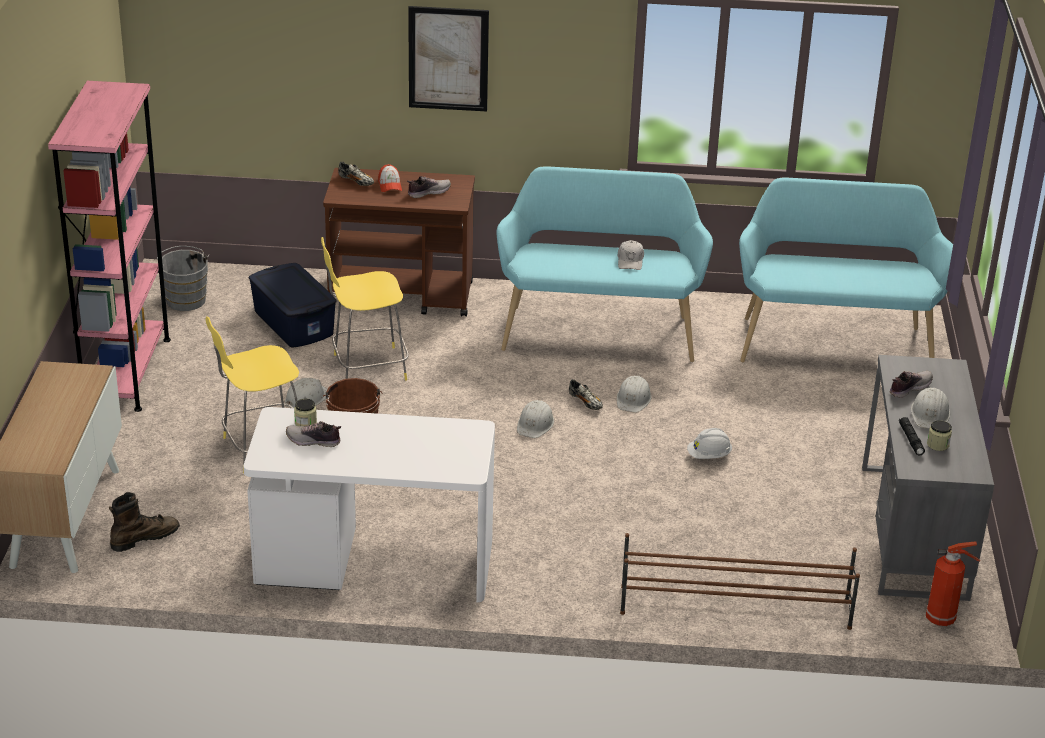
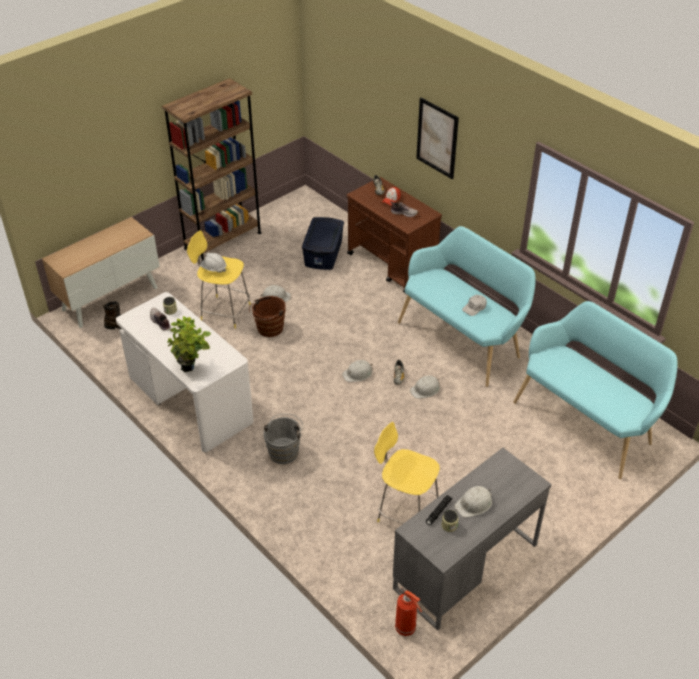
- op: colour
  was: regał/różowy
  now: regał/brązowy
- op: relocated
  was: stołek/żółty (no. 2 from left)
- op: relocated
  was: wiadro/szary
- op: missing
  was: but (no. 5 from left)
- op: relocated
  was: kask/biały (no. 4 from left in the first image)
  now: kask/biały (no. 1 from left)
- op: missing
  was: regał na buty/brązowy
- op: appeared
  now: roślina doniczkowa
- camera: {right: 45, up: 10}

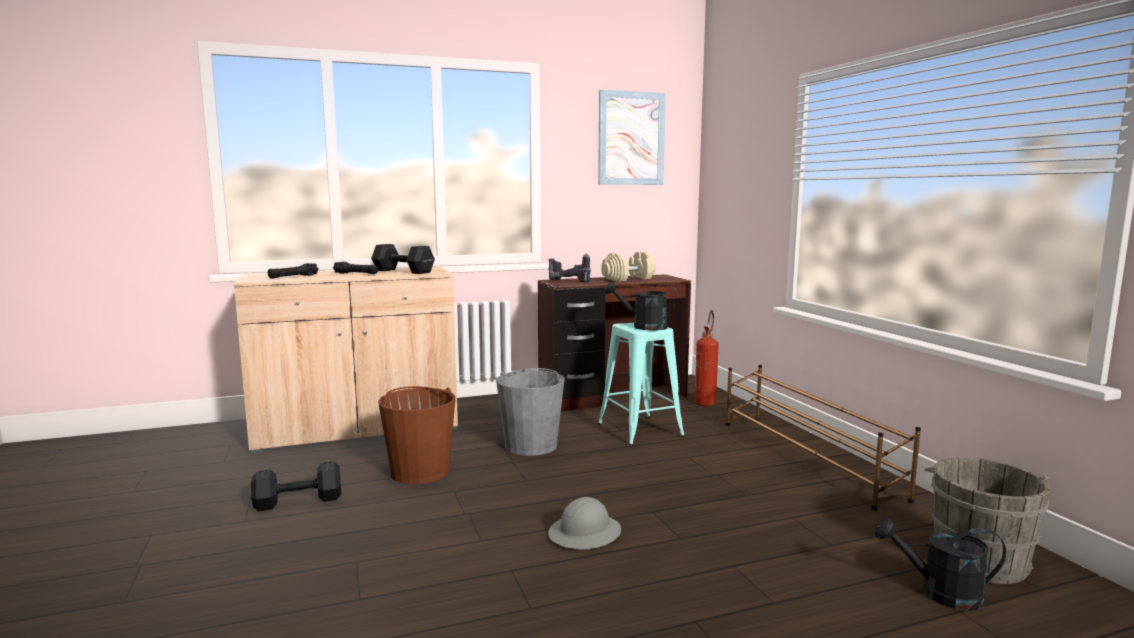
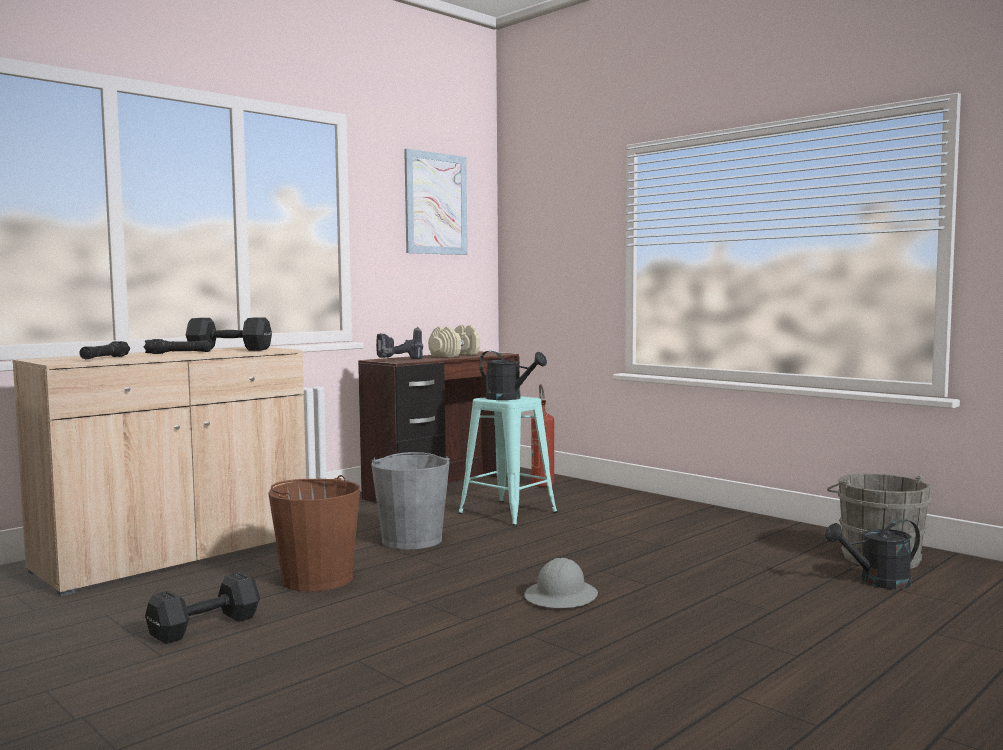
- op: spun
  was: konewka/czarny (no. 1 from left)
  clockwise: -135
- op: missing
  was: regał na buty/brązowy
- camera: {right: -25, up: -5}

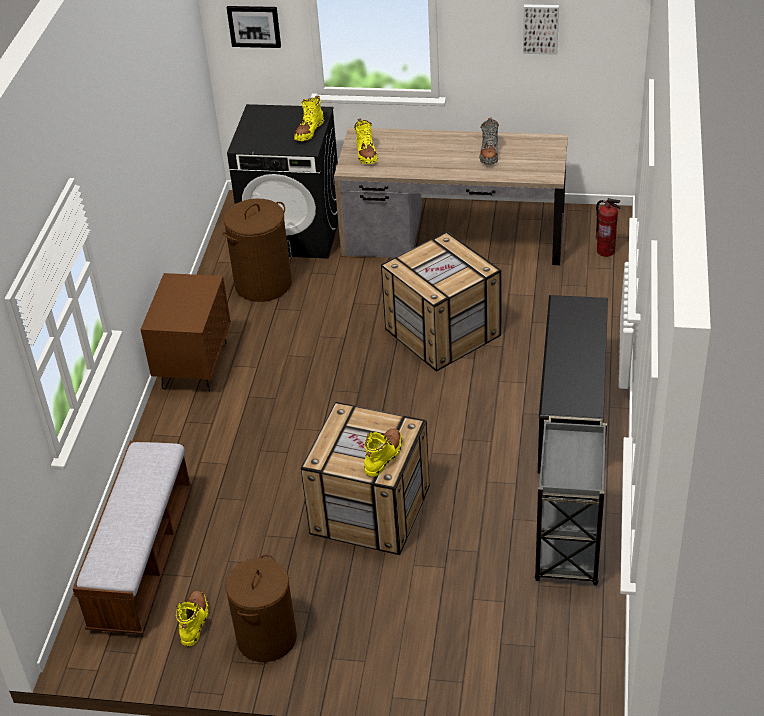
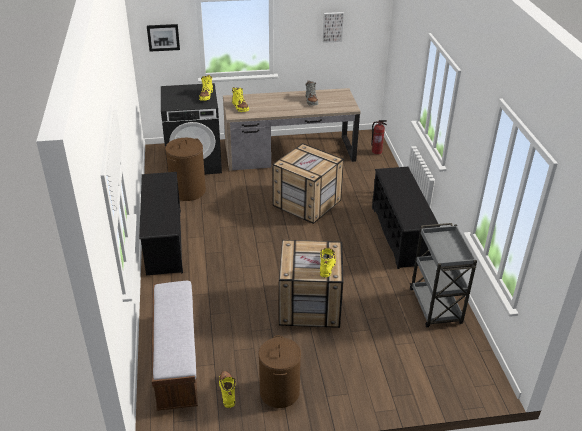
- op: exchanged
  was: szafka nocna/brązowy
  now: regał na buty/czarny (no. 1 from left)
- camera: {right: -20, up: -5}

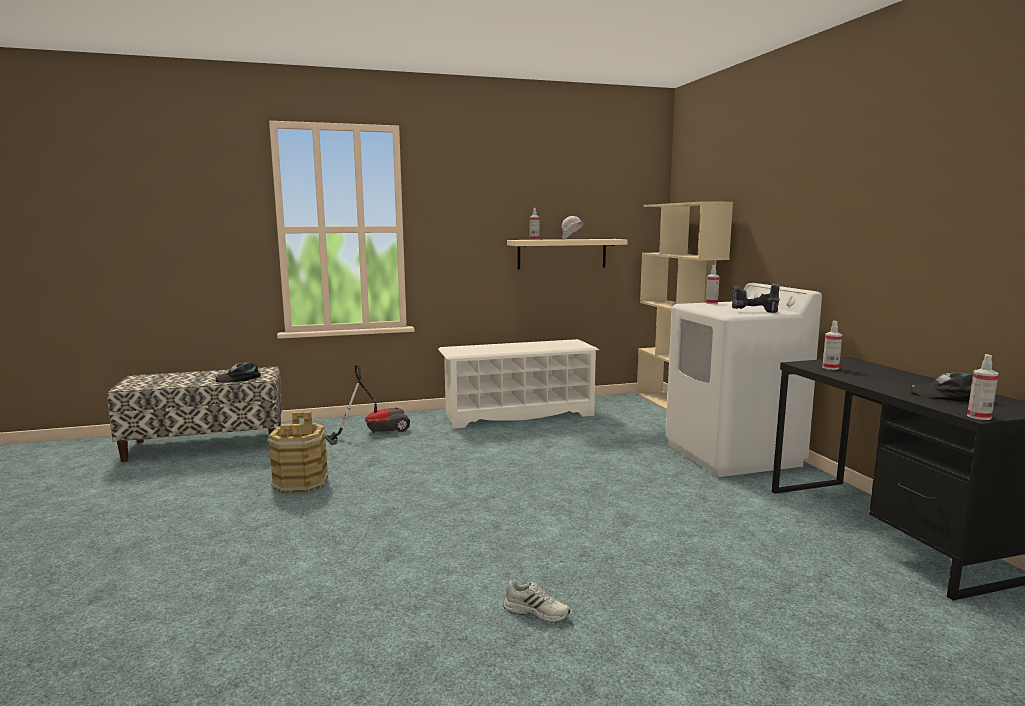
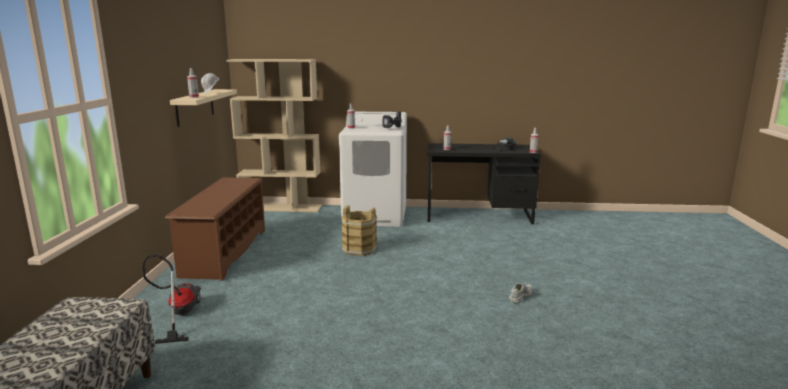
- op: colour
  was: regał na buty/biały
  now: regał na buty/brązowy
- op: missing
  was: czapka z daszkiem/czarny (no. 1 from left)
- op: relocated
  was: wiadro/brązowy
- camera: {right: -70, up: 5}

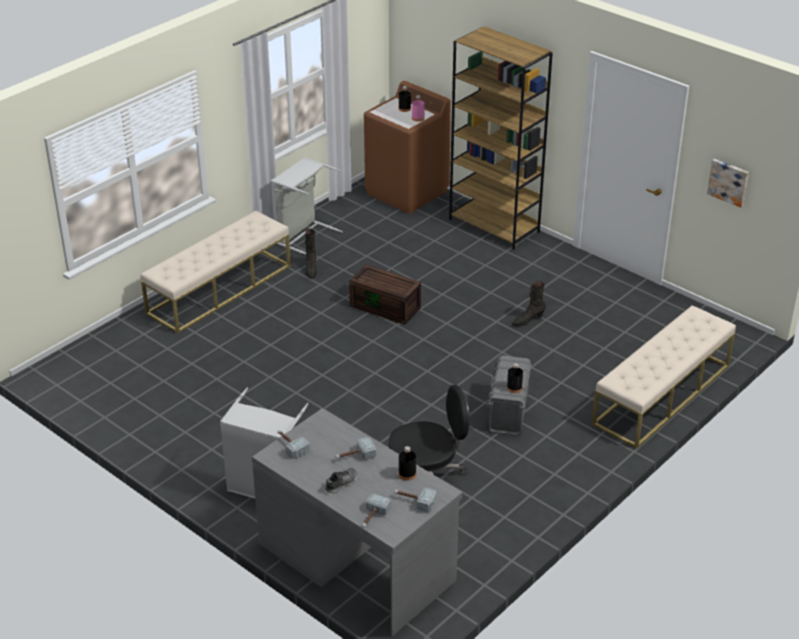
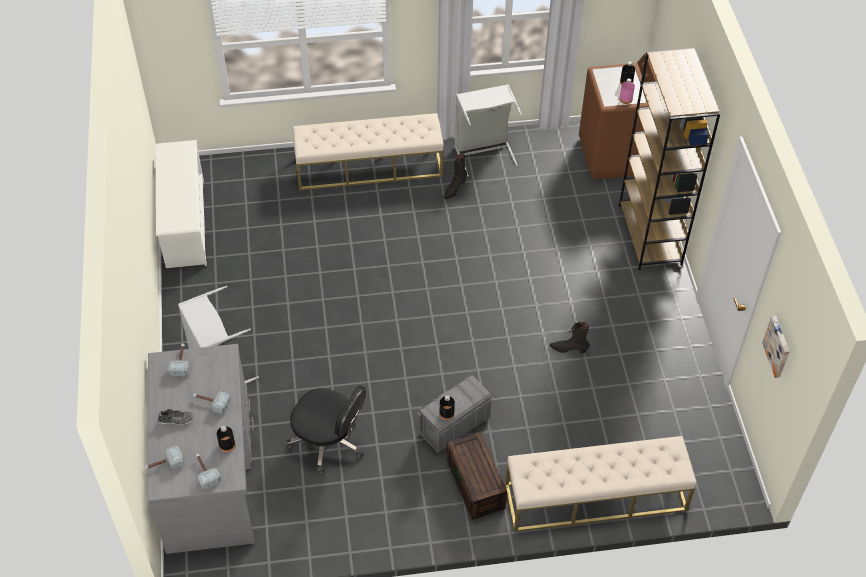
- op: relocated
  was: pojemnik do przechowywania/brązowy
- op: appeared
  now: regał na buty/biały
- camera: {right: 40, up: 15}

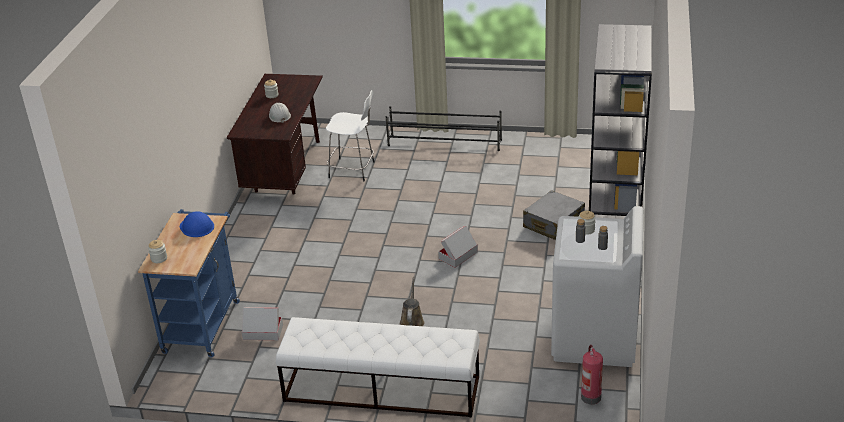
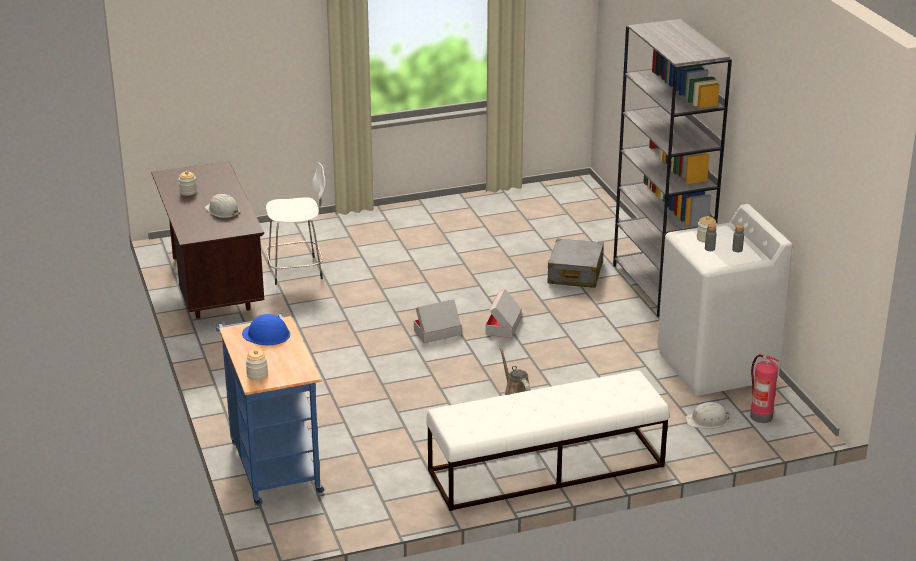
- op: missing
  was: regał na buty/czarny
- op: relocated
  was: karton (no. 1 from left)
- op: appeared
  now: kask/biały (no. 2 from left)
- camera: {right: -30, up: -5}

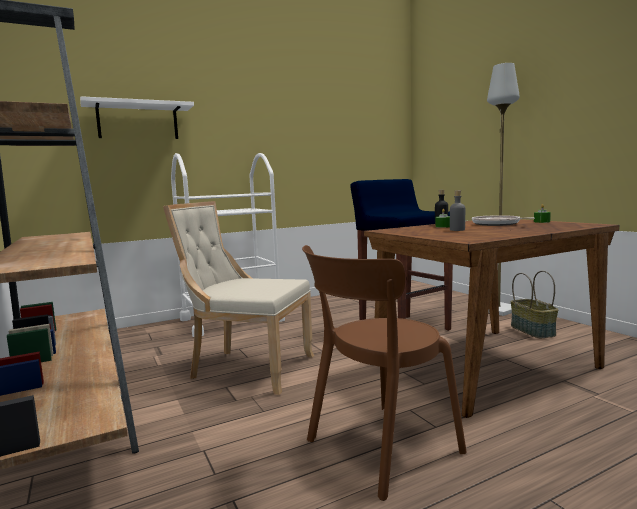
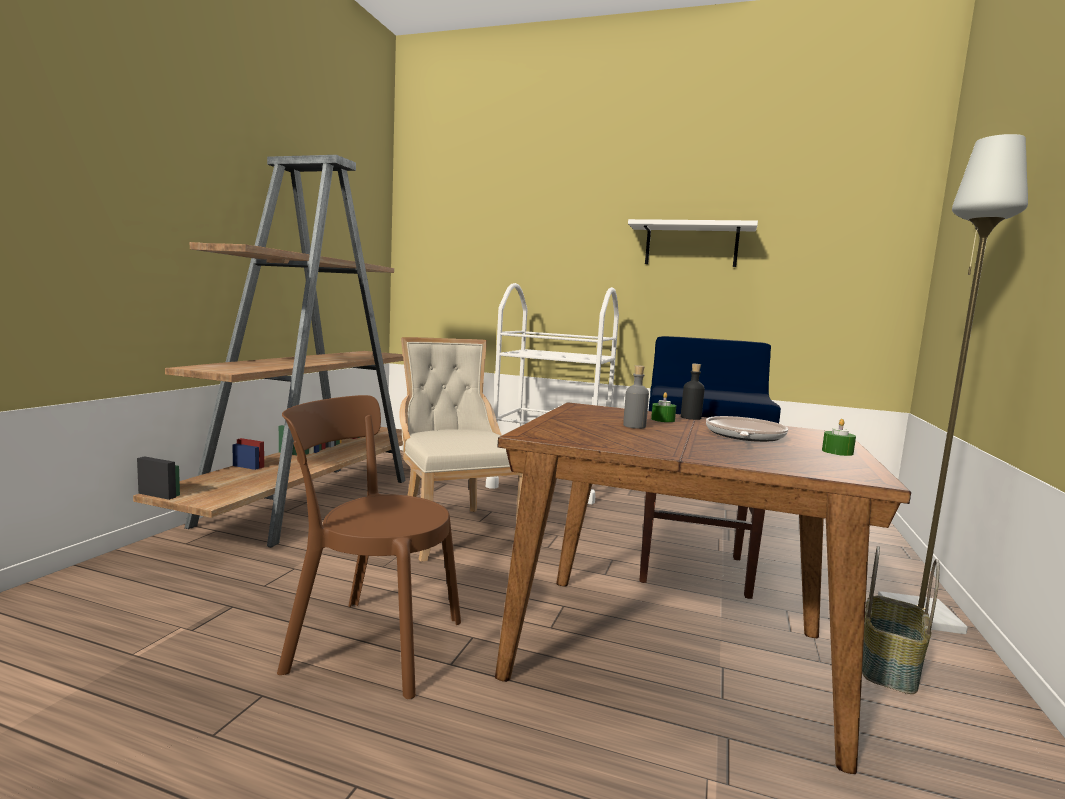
- op: relocated
  was: półka/biały
- camera: {right: 45, up: 0}

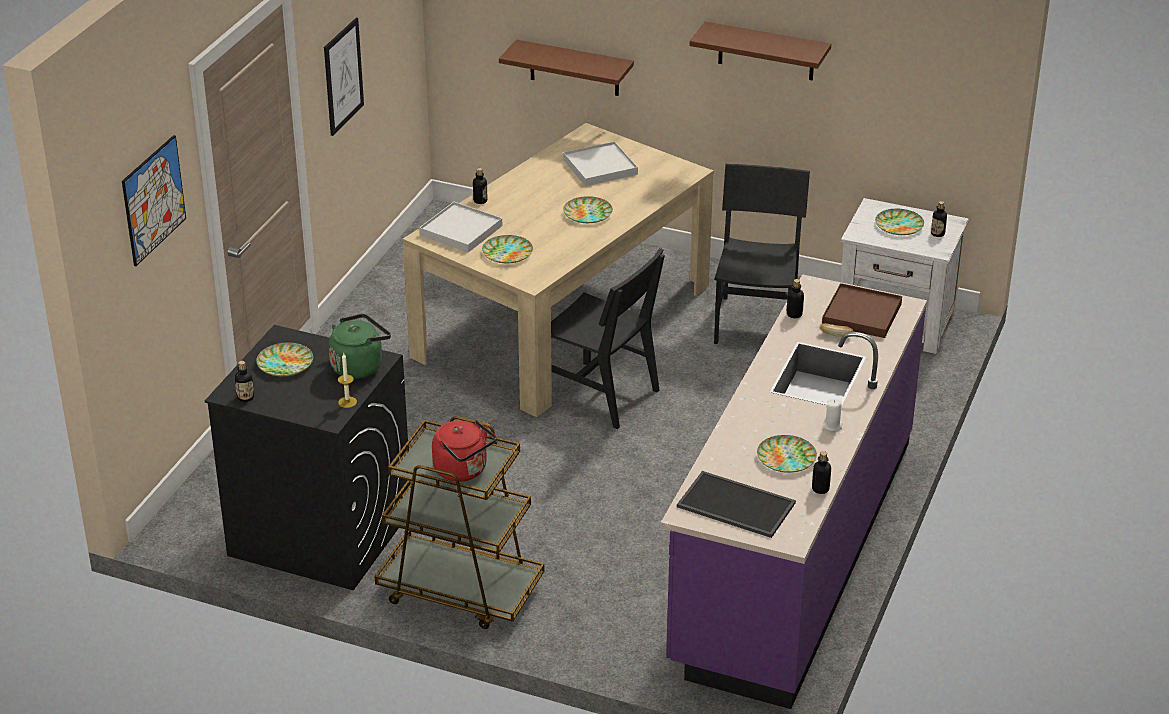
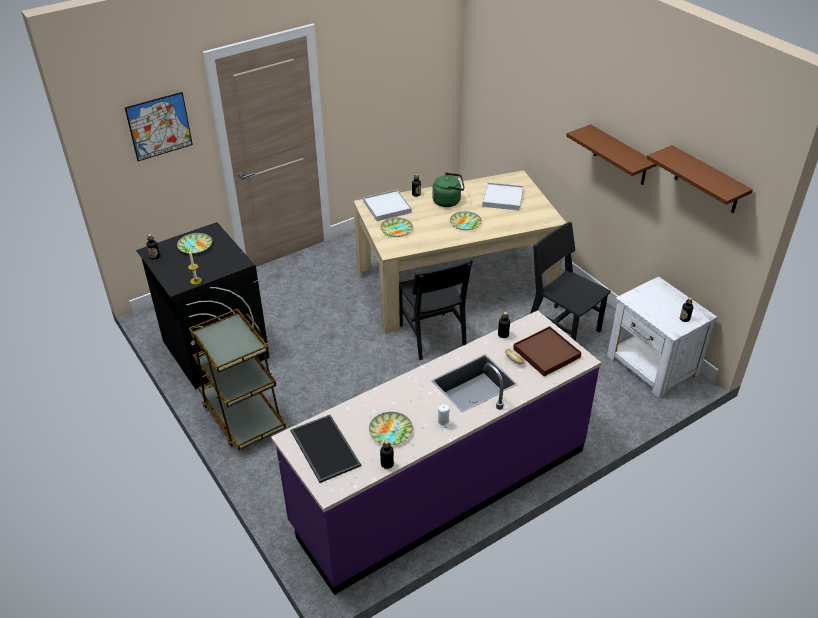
- op: missing
  was: obraz (no. 2 from left)
- op: relocated
  was: półka/brązowy (no. 1 from left in the first image)
  now: półka/brązowy (no. 2 from left)
- op: spun
  was: krzesło/czarny (no. 2 from left)
  clockwise: -90
- op: missing
  was: talerz (no. 5 from left)
- op: relocated
  was: czajnik/zielony
- op: missing
  was: czajnik/czerwony
- camera: {right: 35, up: 5}

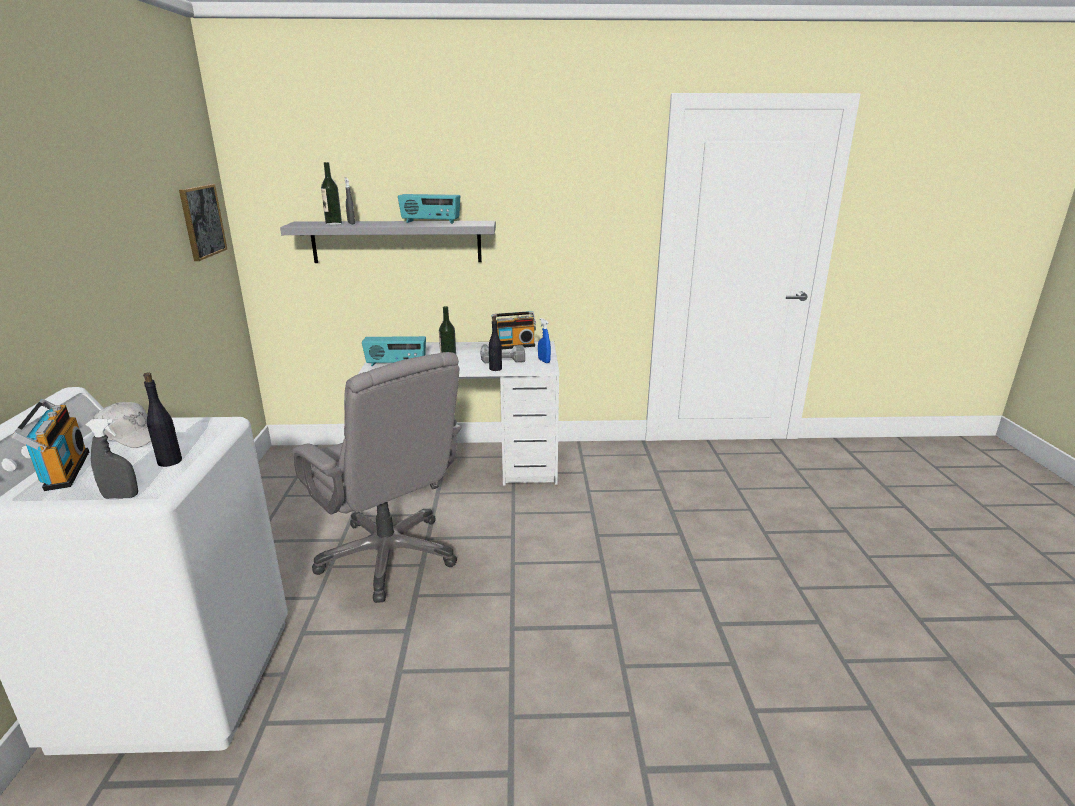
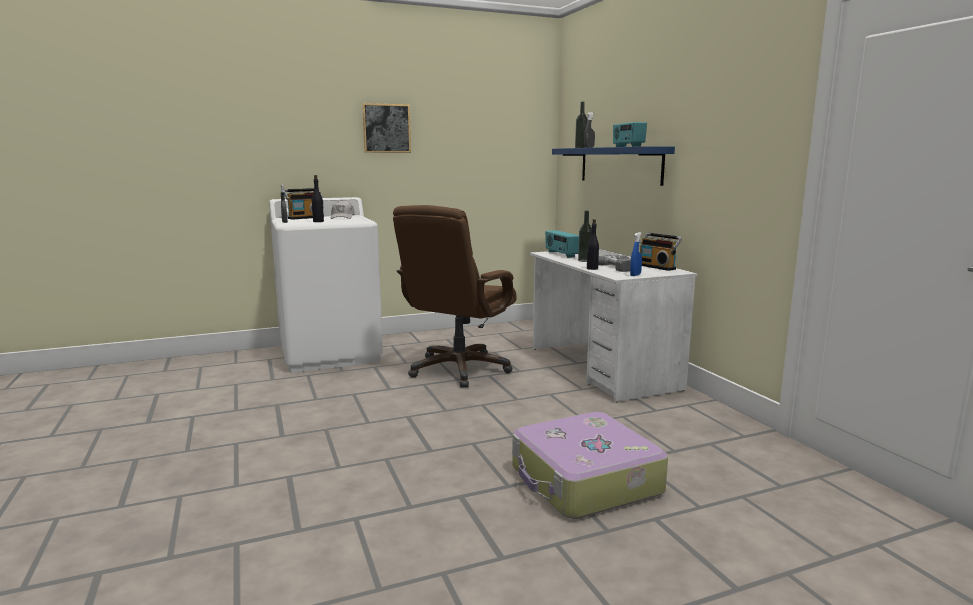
- op: relocated
  was: obraz
- op: colour
  was: półka/szary
  now: półka/niebieski
- op: colour
  was: krzesło biurowe/szary
  now: krzesło biurowe/brązowy
- op: appeared
  now: walizka
- camera: {right: 70, up: -10}

